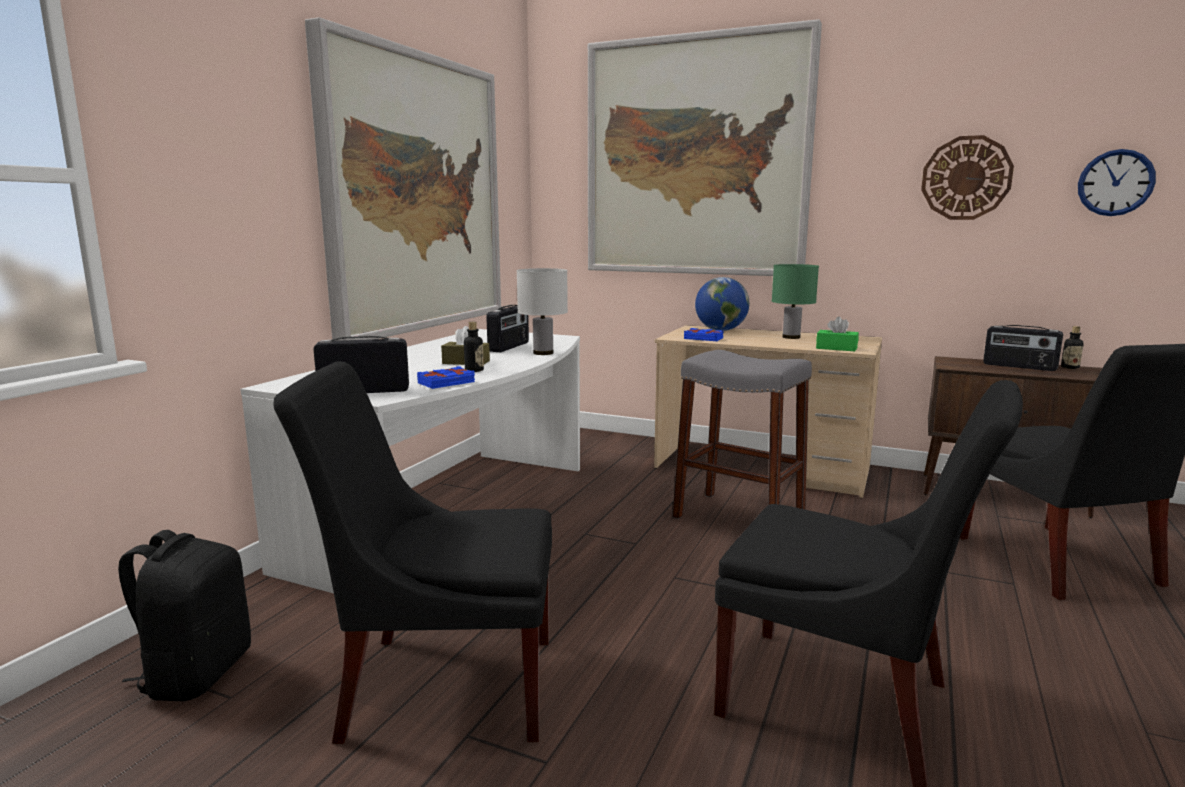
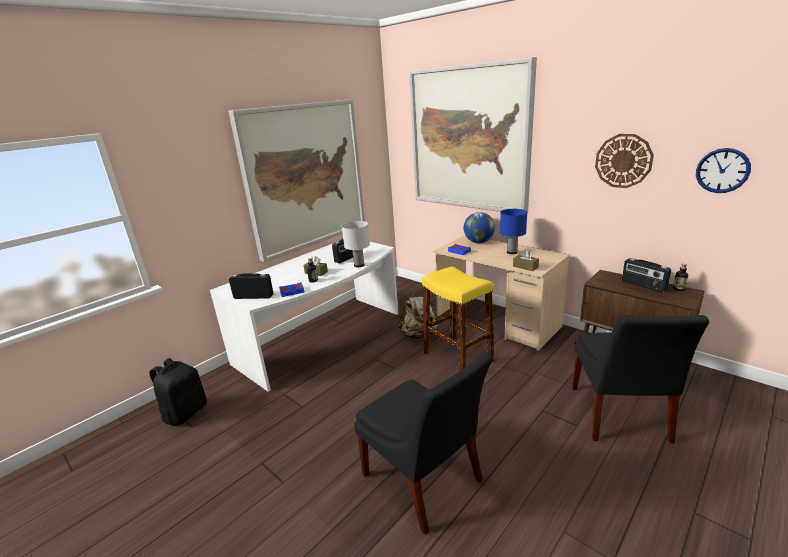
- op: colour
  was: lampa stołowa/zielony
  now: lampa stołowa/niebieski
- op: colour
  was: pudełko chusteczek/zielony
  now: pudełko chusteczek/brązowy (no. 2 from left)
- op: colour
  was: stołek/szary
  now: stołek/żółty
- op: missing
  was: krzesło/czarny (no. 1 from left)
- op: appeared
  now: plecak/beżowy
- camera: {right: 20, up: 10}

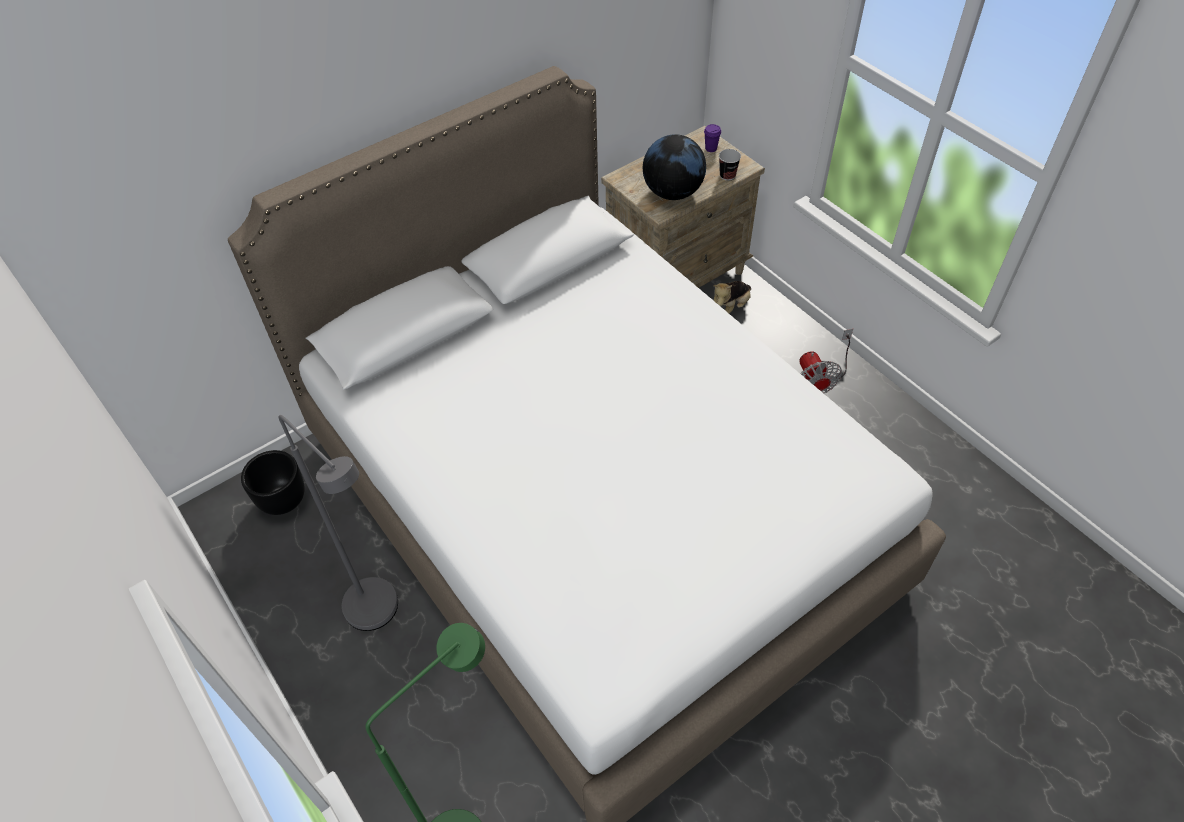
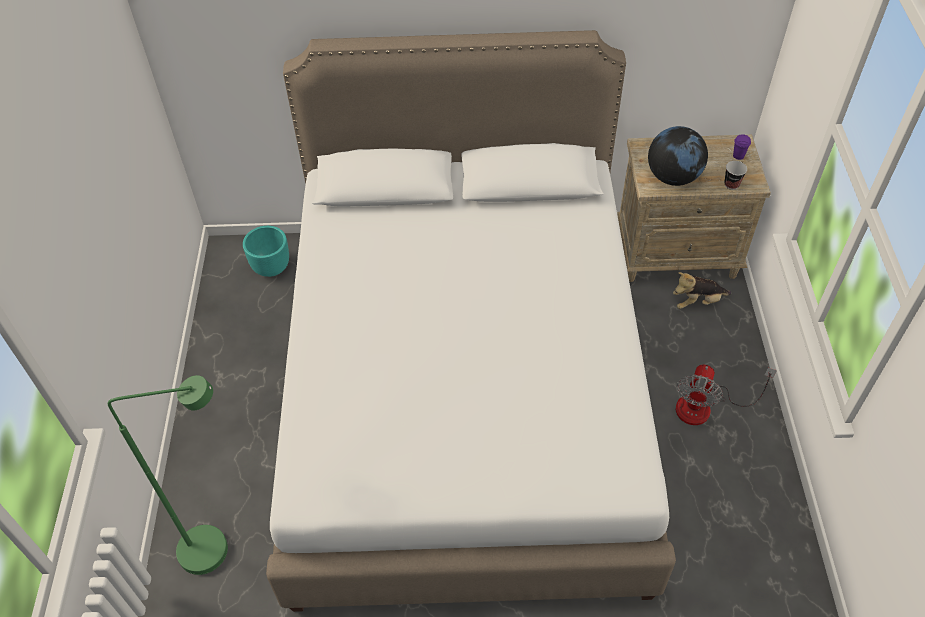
- op: missing
  was: lampa stojąca/szary
- op: colour
  was: donica/czarny
  now: donica/turkusowy
- camera: {right: 35, up: 0}

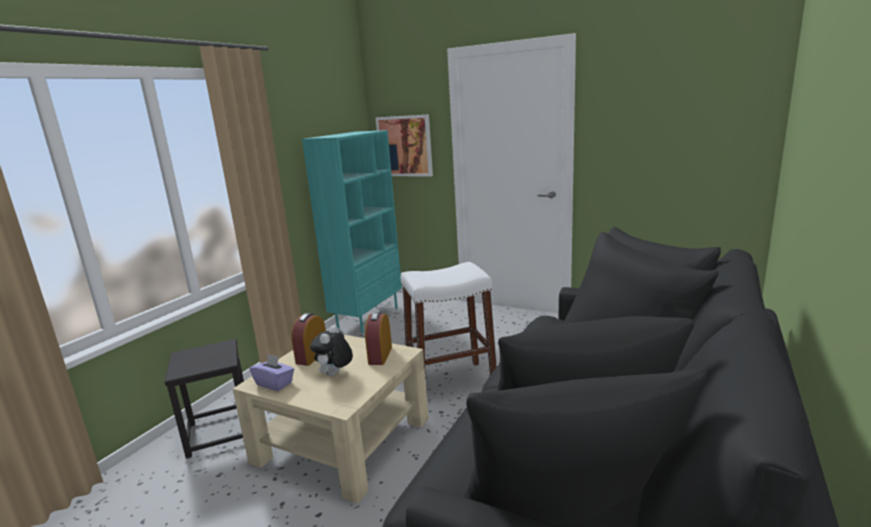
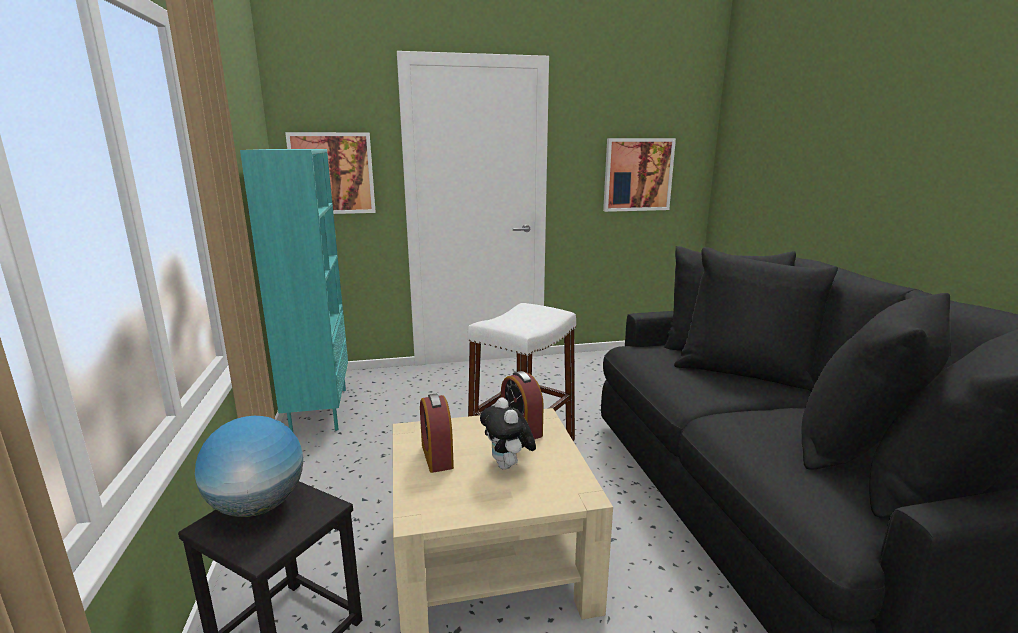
- op: missing
  was: pudełko chusteczek/fioletowy
- op: appeared
  now: obraz (no. 2 from left)
- op: appeared
  now: globus
- camera: {right: -40, up: 0}

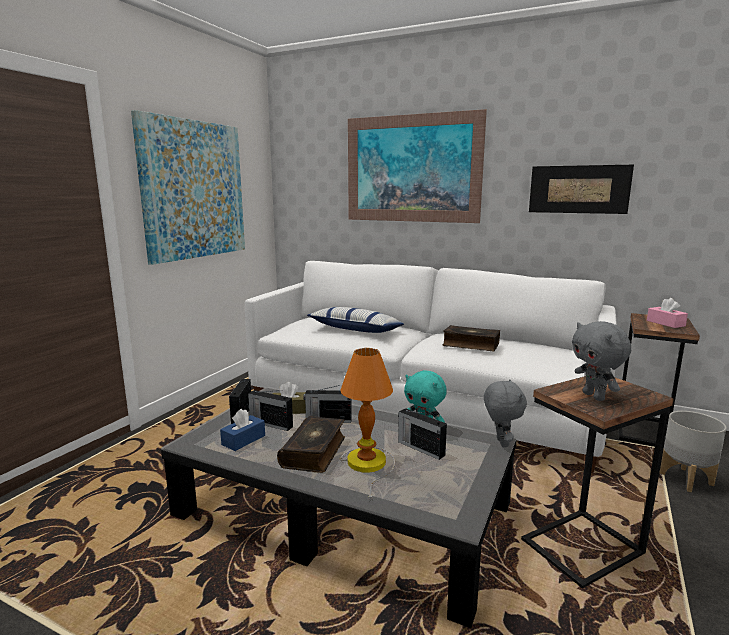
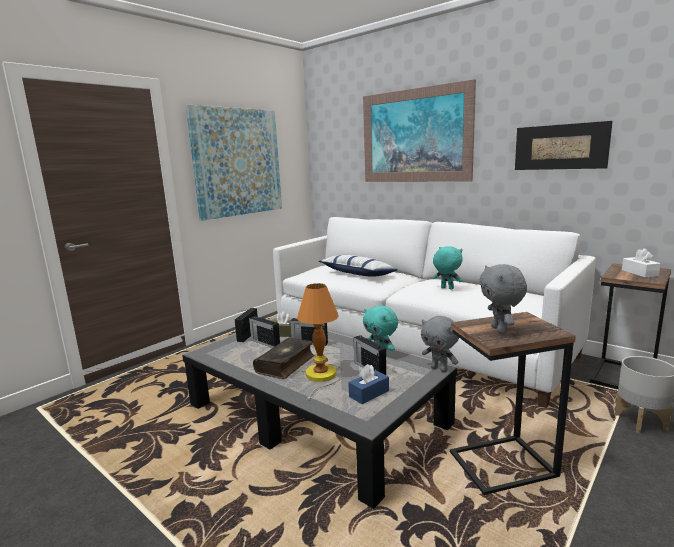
- op: colour
  was: pudełko chusteczek/różowy
  now: pudełko chusteczek/biały
- op: exchanged
  was: książka (no. 2 from left)
  now: pluszak/turkusowy (no. 2 from left)
- op: spun
  was: pluszak/szary (no. 1 from left)
  clockwise: 120
- op: relocated
  was: pudełko chusteczek/niebieski
- camera: {right: 15, up: 0}

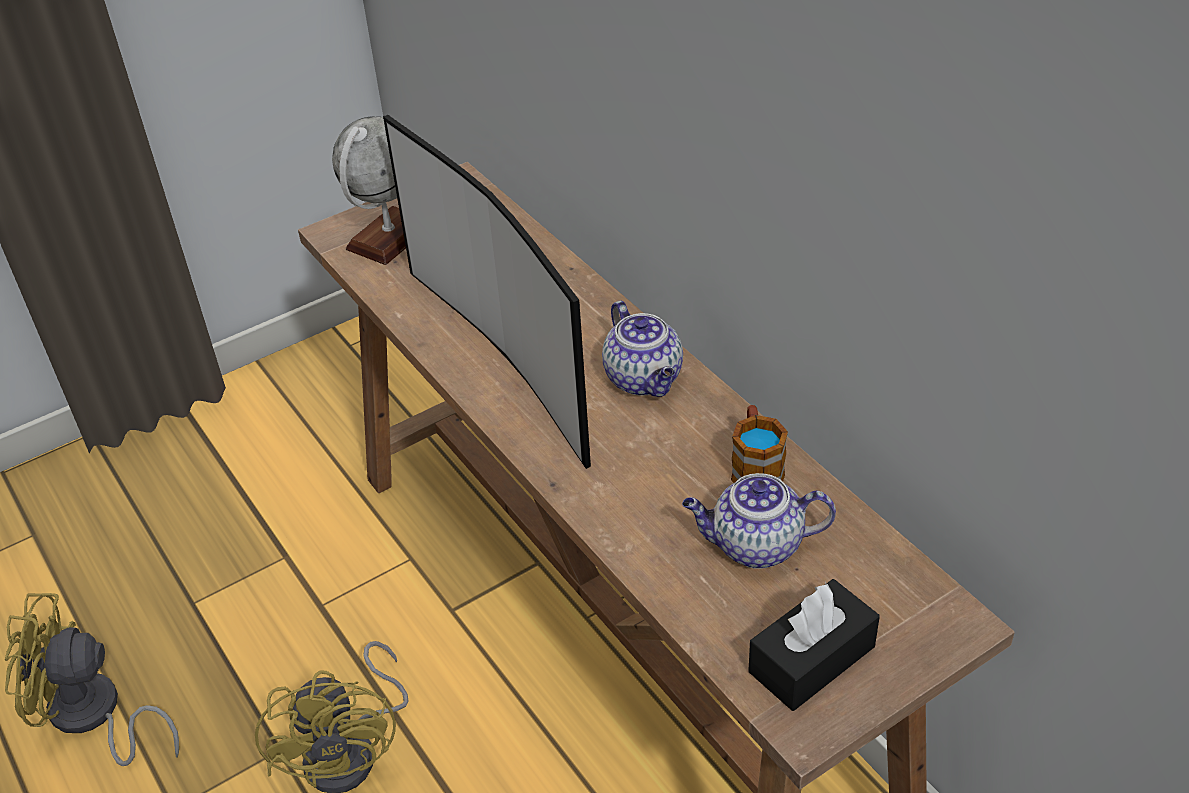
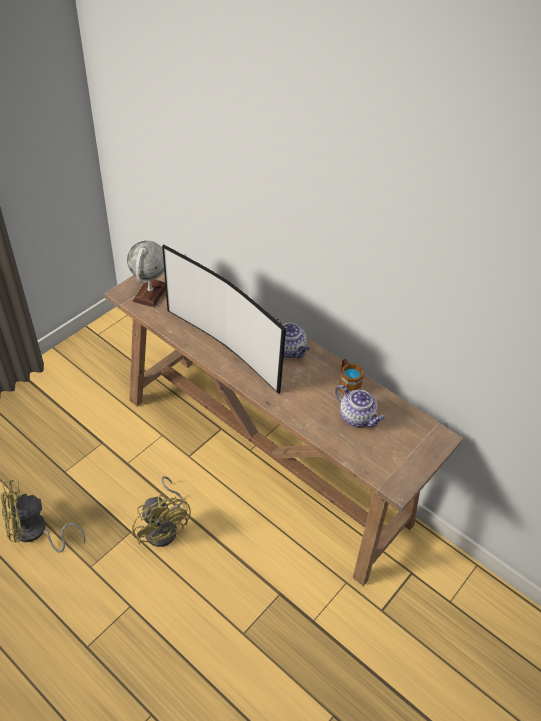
- op: spun
  was: imbryk (no. 2 from left)
  clockwise: -120
- op: missing
  was: pudełko chusteczek/czarny
- camera: {right: -20, up: 5}

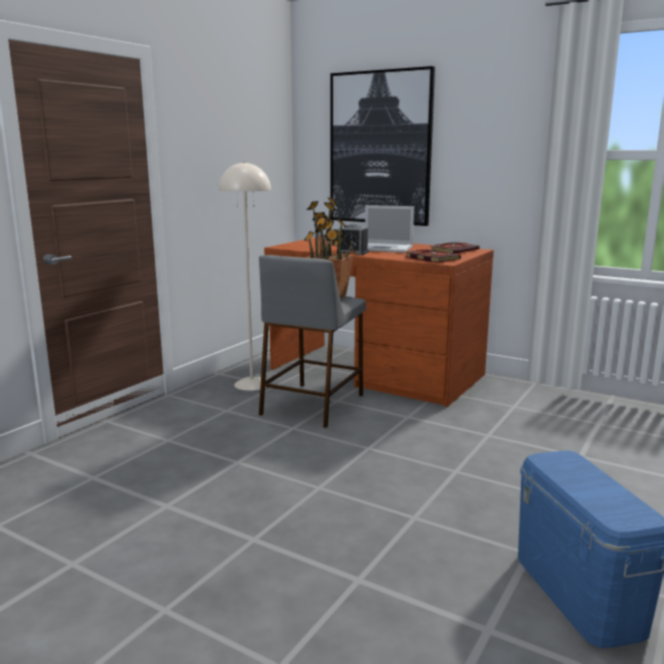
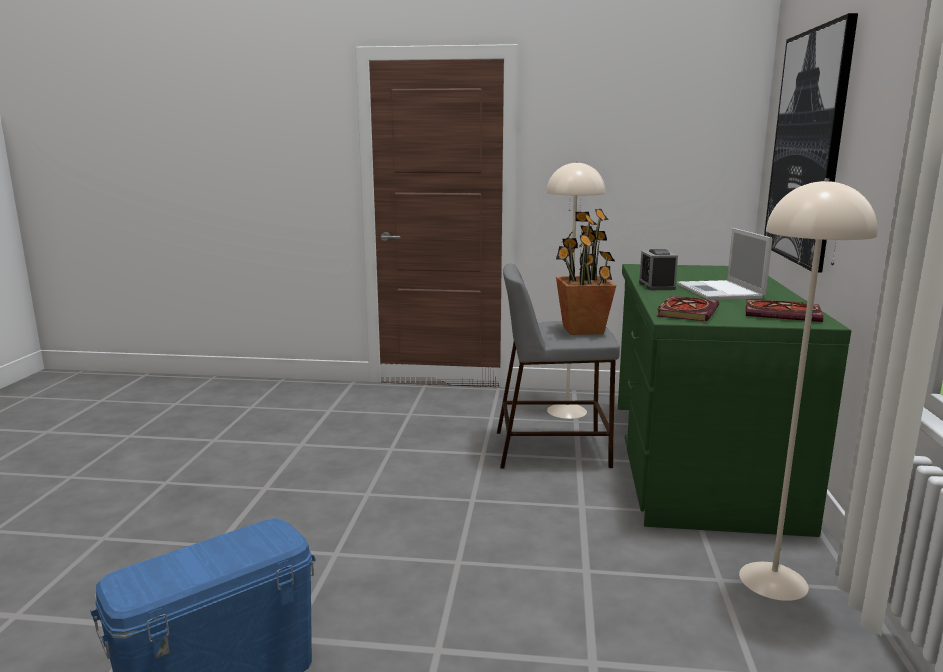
- op: colour
  was: biurko/brązowy
  now: biurko/zielony
- op: appeared
  now: lampa stojąca/beżowy (no. 2 from left)
- camera: {right: 65, up: 0}

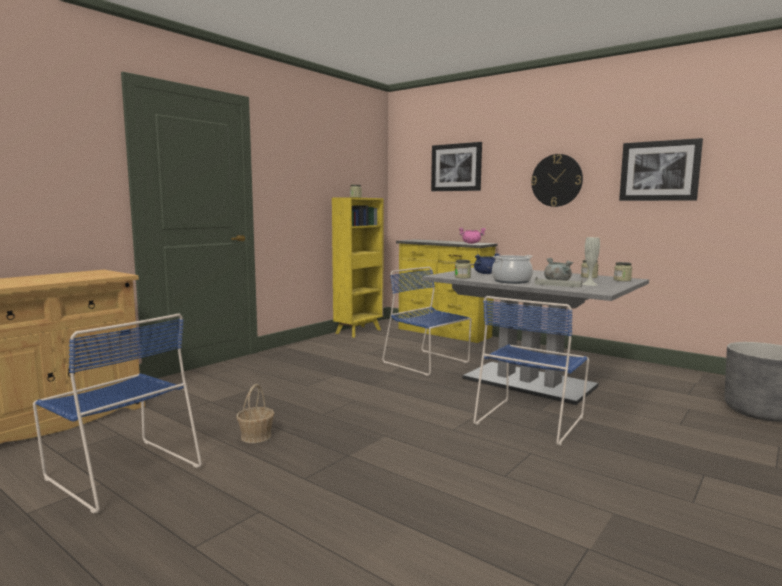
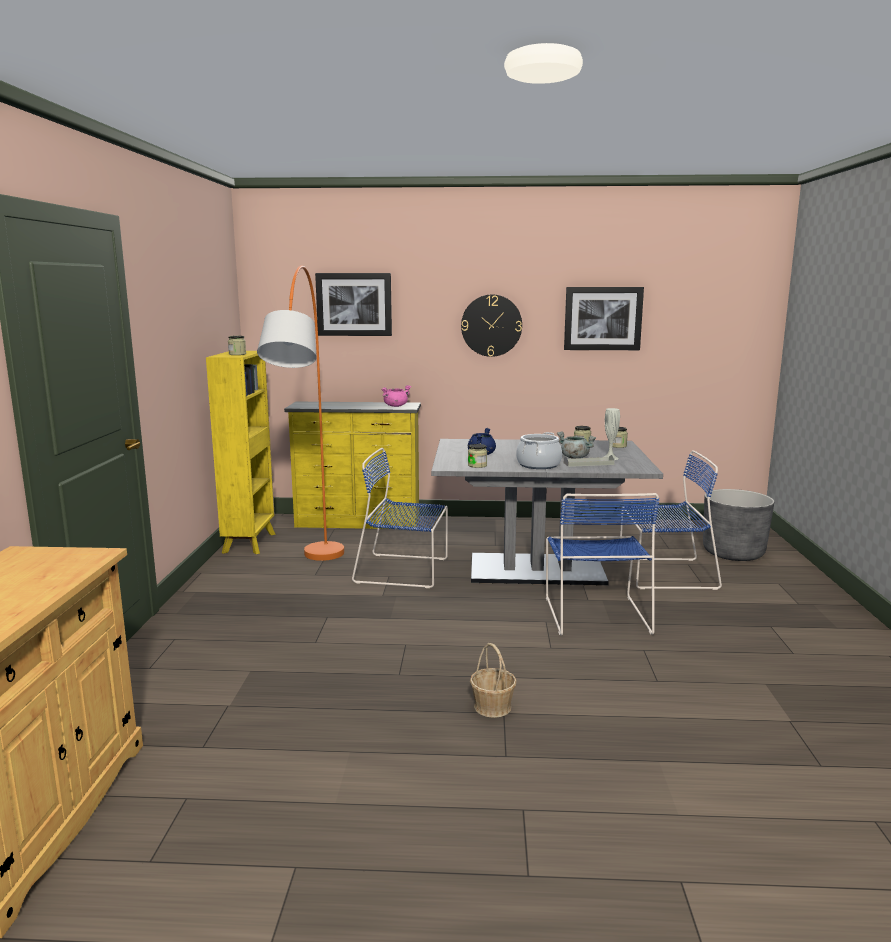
- op: relocated
  was: krzesło/niebieski (no. 1 from left in the first image)
  now: krzesło/niebieski (no. 3 from left)
- op: relocated
  was: koszyk
- op: appeared
  now: lampa stojąca/pomarańczowy
- camera: {right: -35, up: 5}

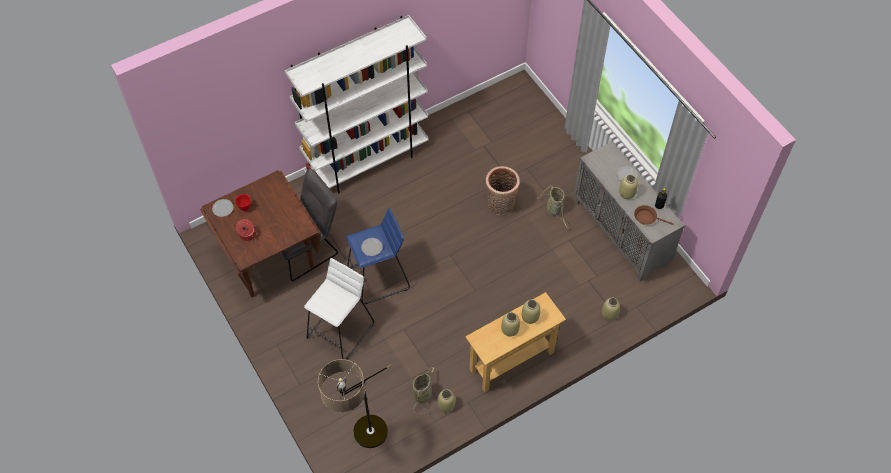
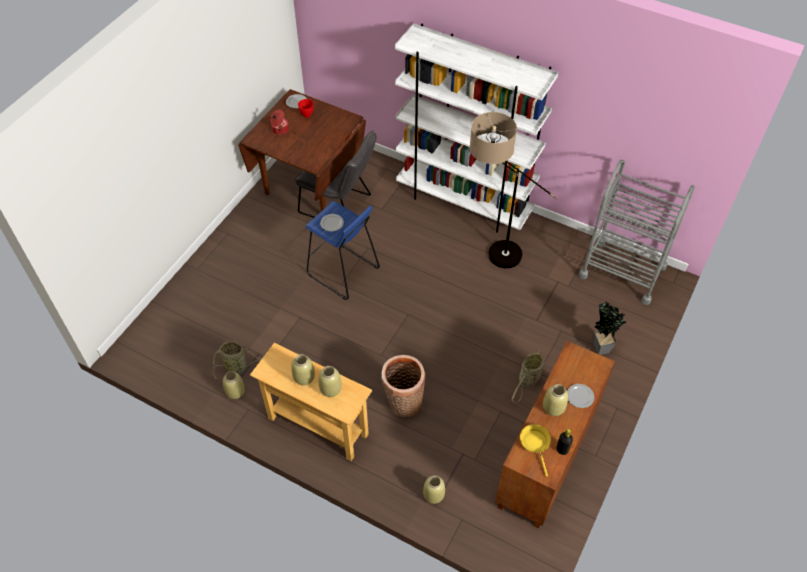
- op: colour
  was: szafka/szary
  now: szafka/brązowy
- op: relocated
  was: koszyk (no. 2 from left)
- op: colour
  was: patelnia/brązowy
  now: patelnia/żółty
- op: missing
  was: stołek/biały
- op: relocated
  was: lampa stojąca
- op: appeared
  now: wózek/szary
- op: appeared
  now: roślina doniczkowa
- camera: {right: 60, up: -5}

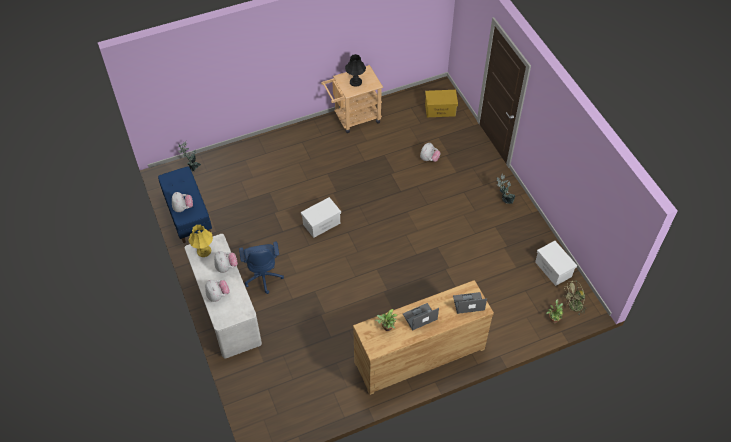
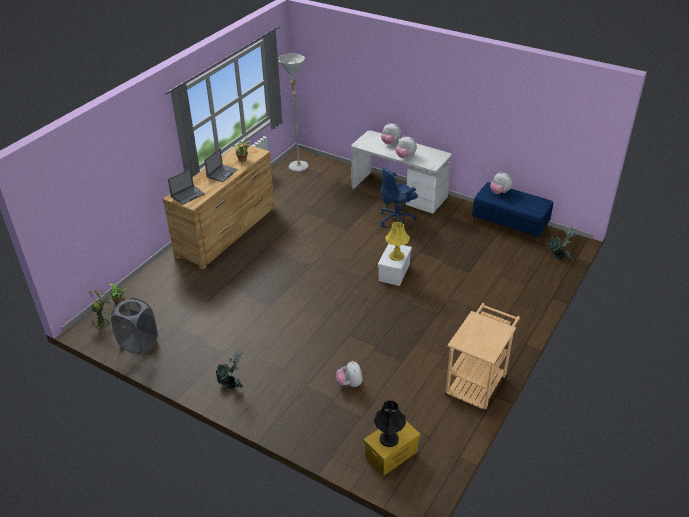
- op: relocated
  was: lampa stołowa/czarny
- op: relocated
  was: lampa stołowa/żółty
- op: exchanged
  was: pojemnik do przechowywania/biały (no. 2 from left)
  now: kosz na pranie/szary
- op: spun
  was: krzesło biurowe/niebieski
  clockwise: -75
- op: appeared
  now: lampa stojąca/szary
- camera: {right: 145, up: -15}

